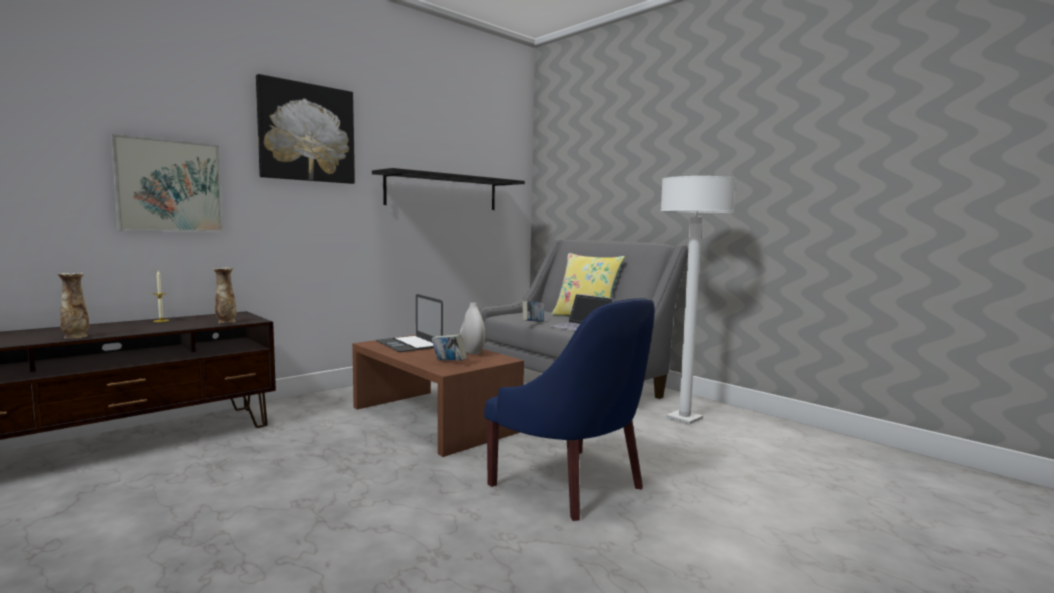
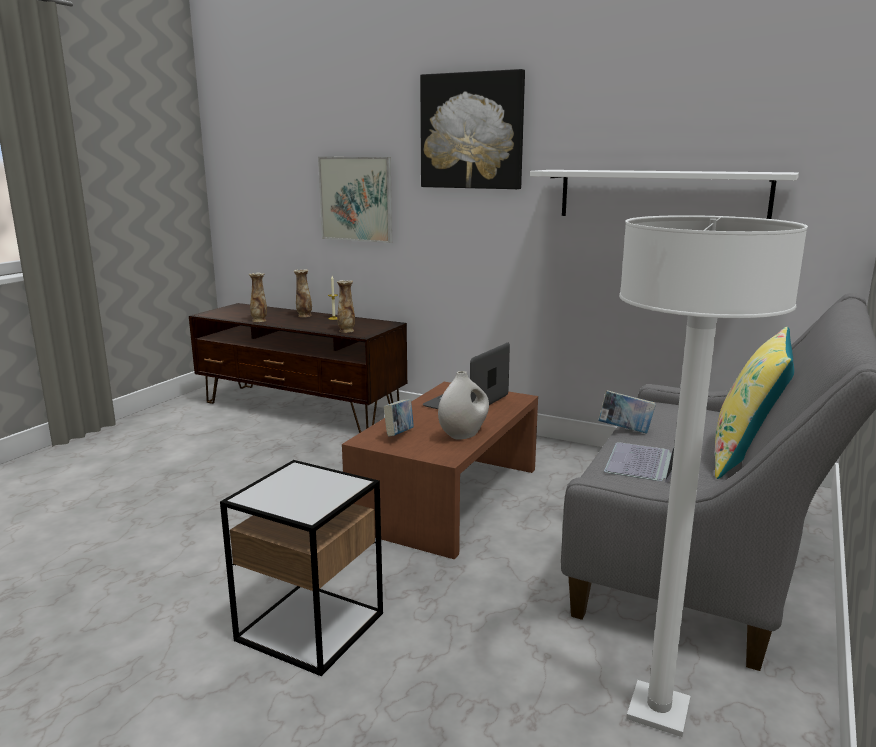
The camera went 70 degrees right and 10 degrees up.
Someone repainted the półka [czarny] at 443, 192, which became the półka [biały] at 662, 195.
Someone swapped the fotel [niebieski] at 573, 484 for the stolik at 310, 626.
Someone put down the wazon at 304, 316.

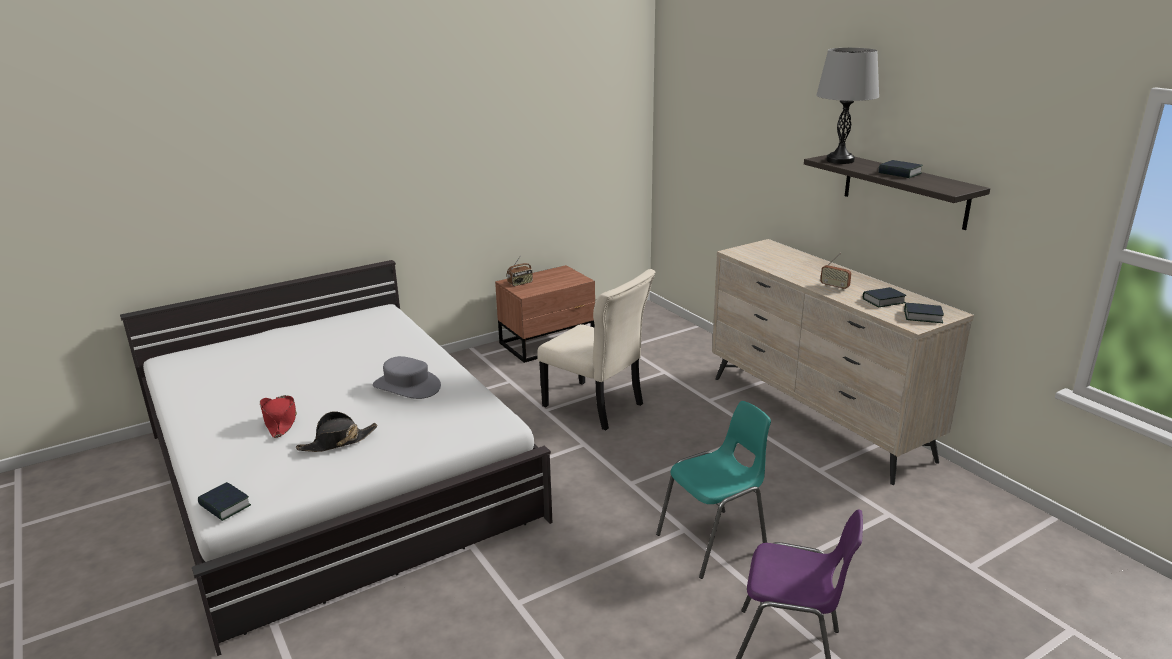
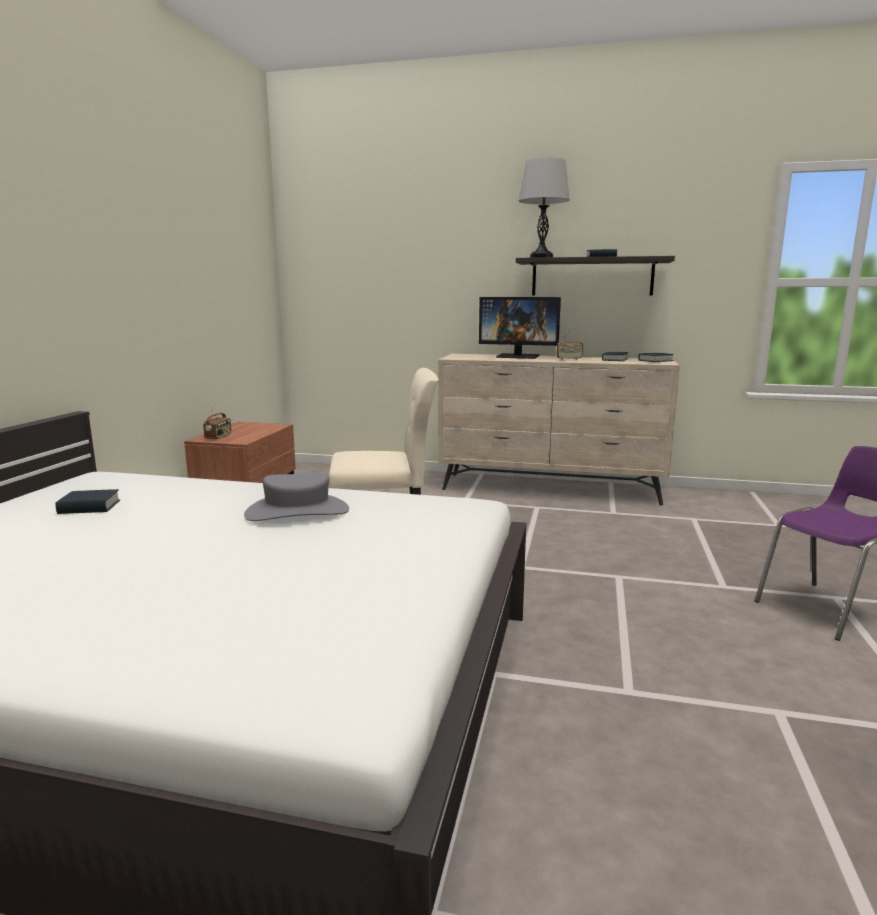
The camera went 45 degrees left and 10 degrees down.
Someone took away the kapelusz [czerwony] at 280, 421.
Someone took away the krzesło [turkusowy] at 714, 542.
Someone took away the kapelusz [czarny] at 338, 442.
Someone carried the książka from 225, 506 to 89, 507.
Someone put down the monitor at 518, 356.

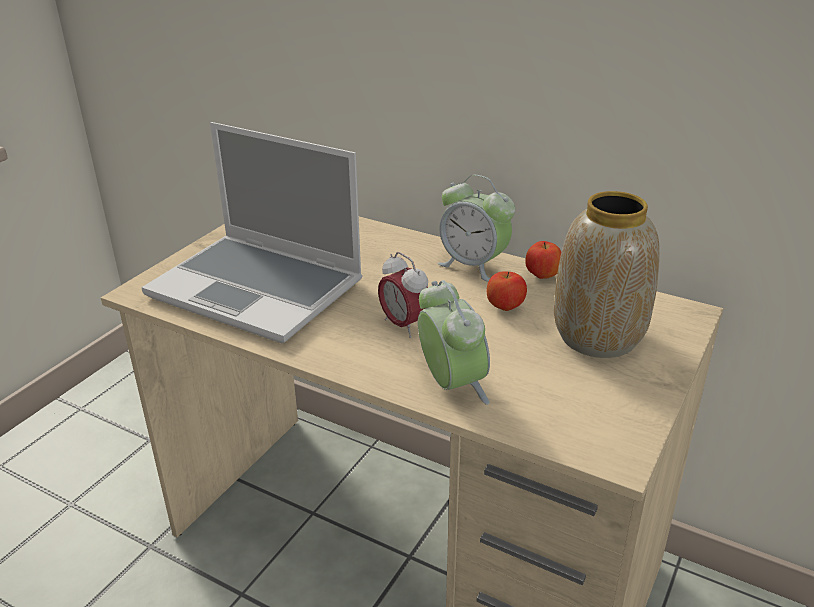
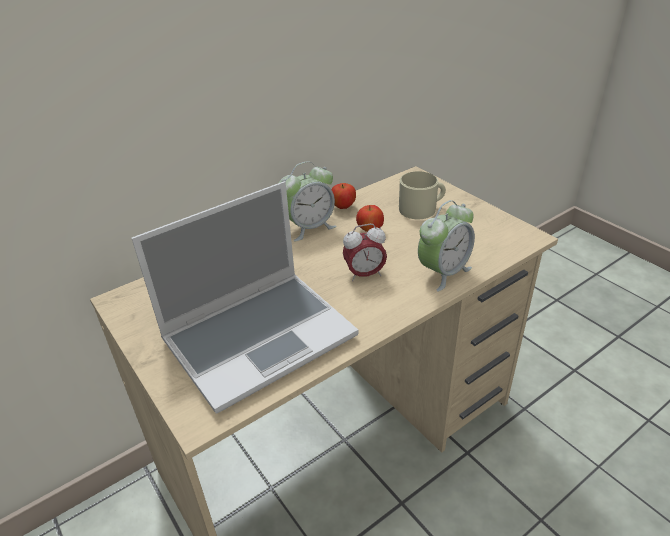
The camera went 65 degrees left and 5 degrees up.
Someone swapped the wazon at 599, 337 for the kubek [beżowy] at 422, 208.
Someone rotated the budzik at 451, 385 by 135 degrees clockwise.

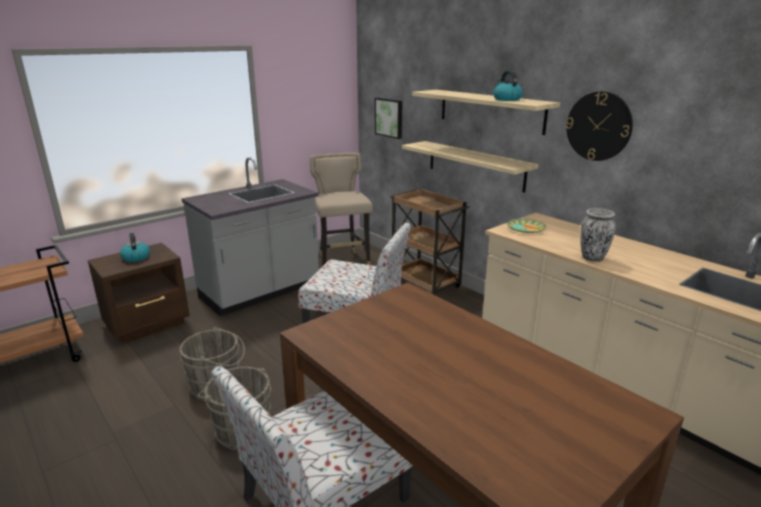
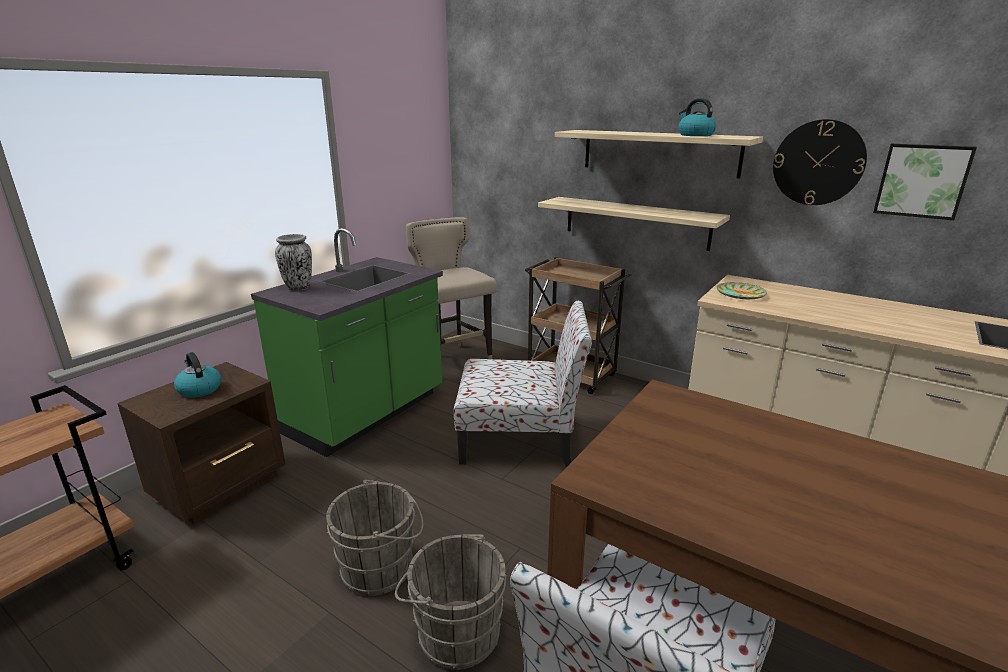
The camera went 15 degrees left and 0 degrees up.
Someone carried the obraz from 389, 117 to 922, 180.
Someone repainted the zabudowa kuchenna [szary] at 260, 292, which became the zabudowa kuchenna [zielony] at 367, 414.
Someone carried the wazon from 592, 258 to 298, 288.

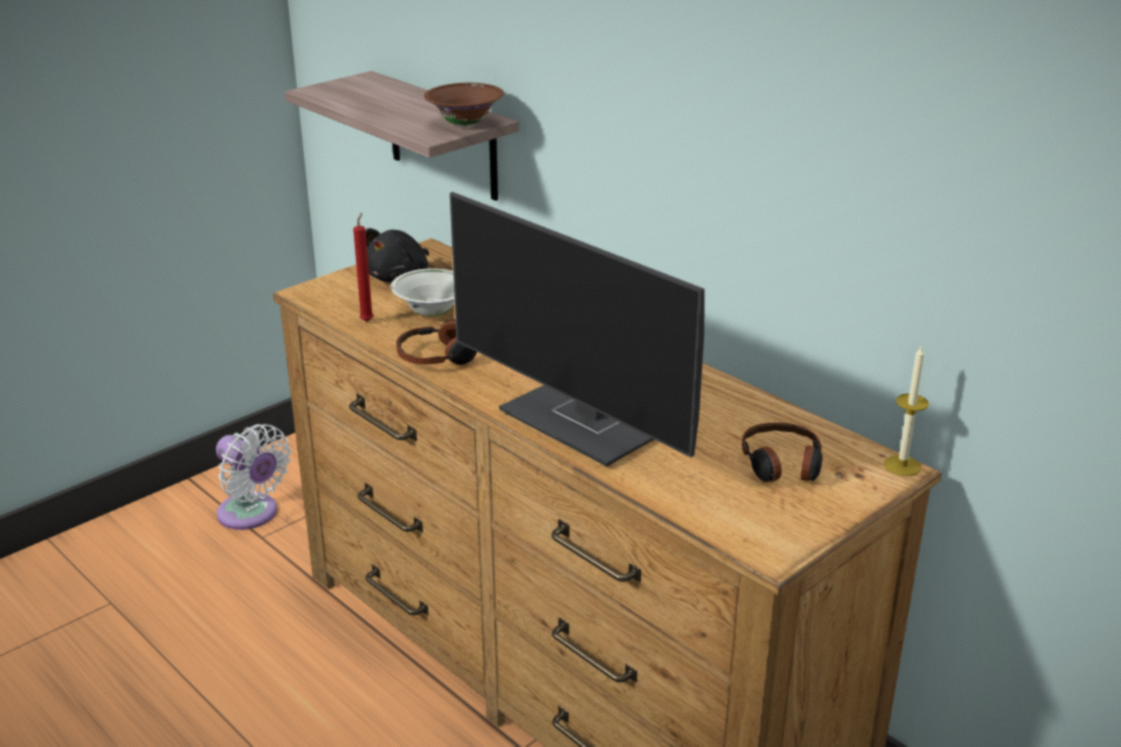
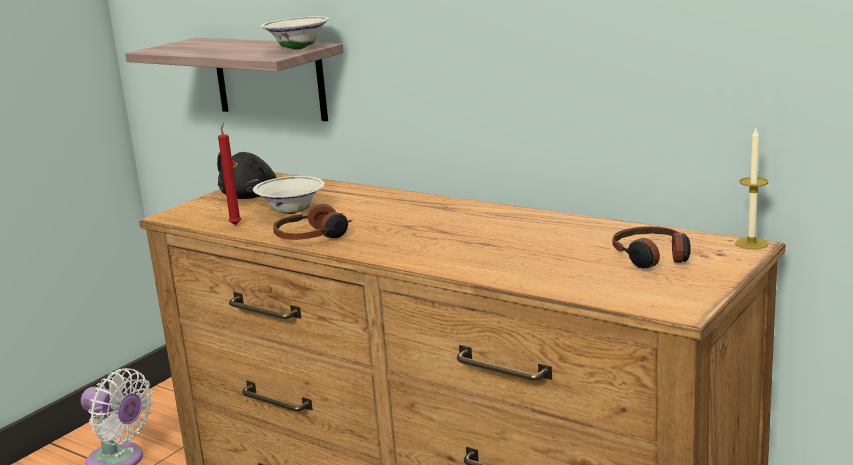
The camera went 10 degrees left and 10 degrees down.
Someone repainted the miska [brązowy] at 465, 124, which became the miska [biały] at 298, 48.
Someone took away the monitor at 587, 423.

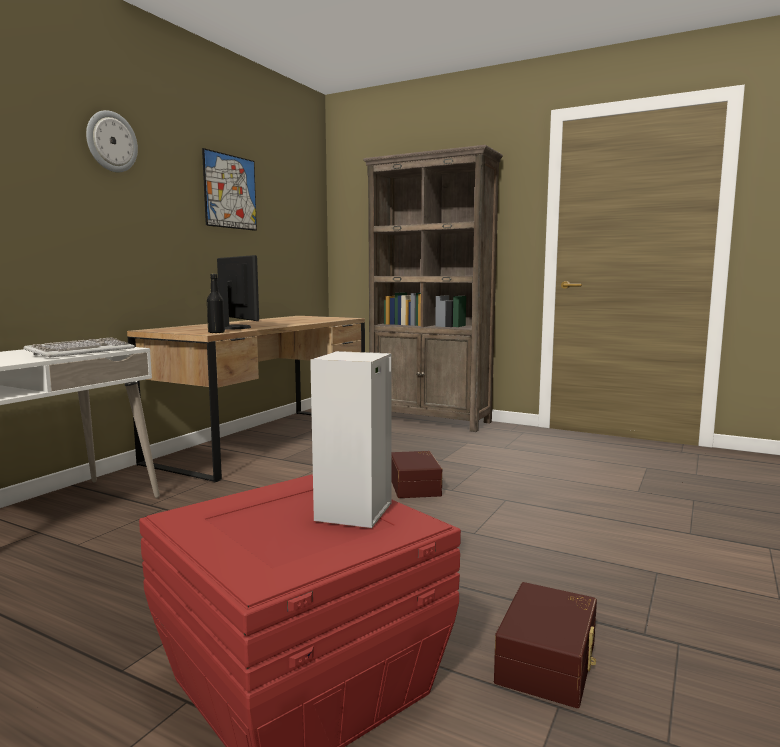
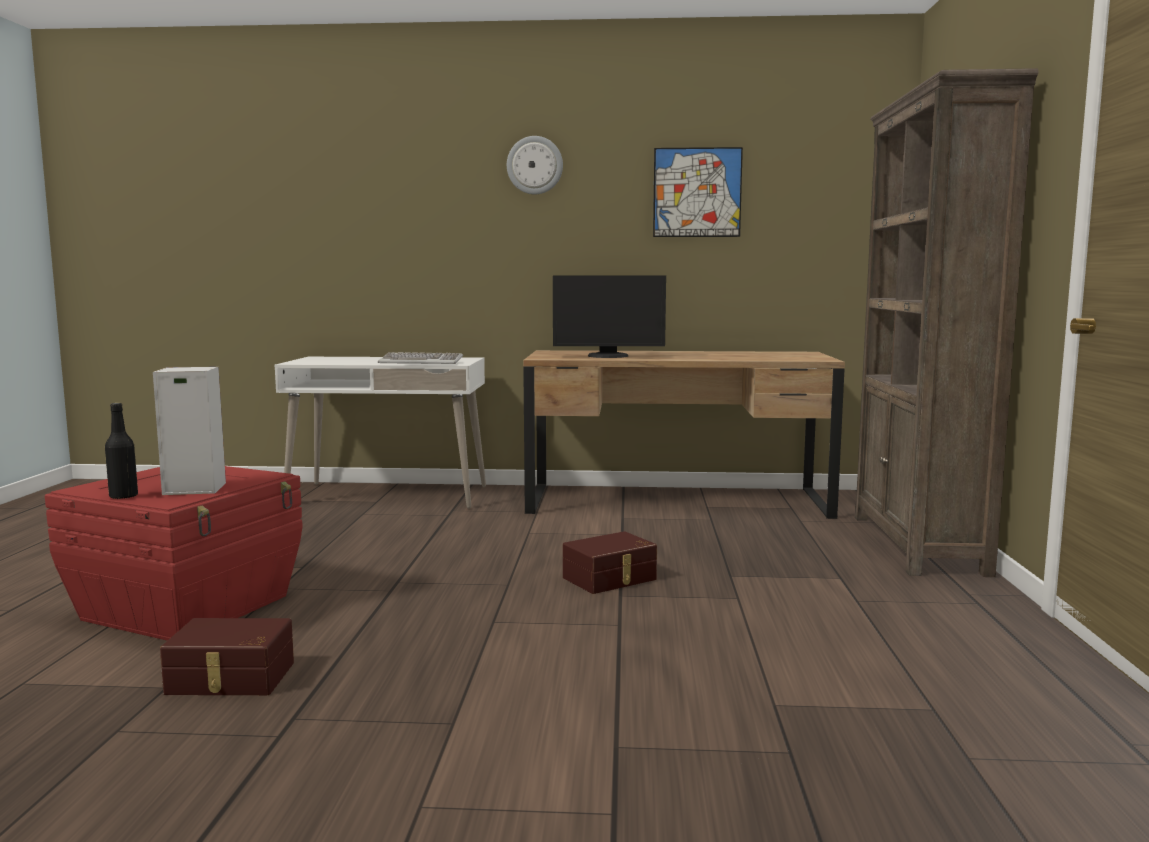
The camera went 65 degrees right and 0 degrees up.
Someone rotated the monitor at 234, 328 by 60 degrees clockwise.
Someone carried the butelka [czarny] from 216, 333 to 123, 496.

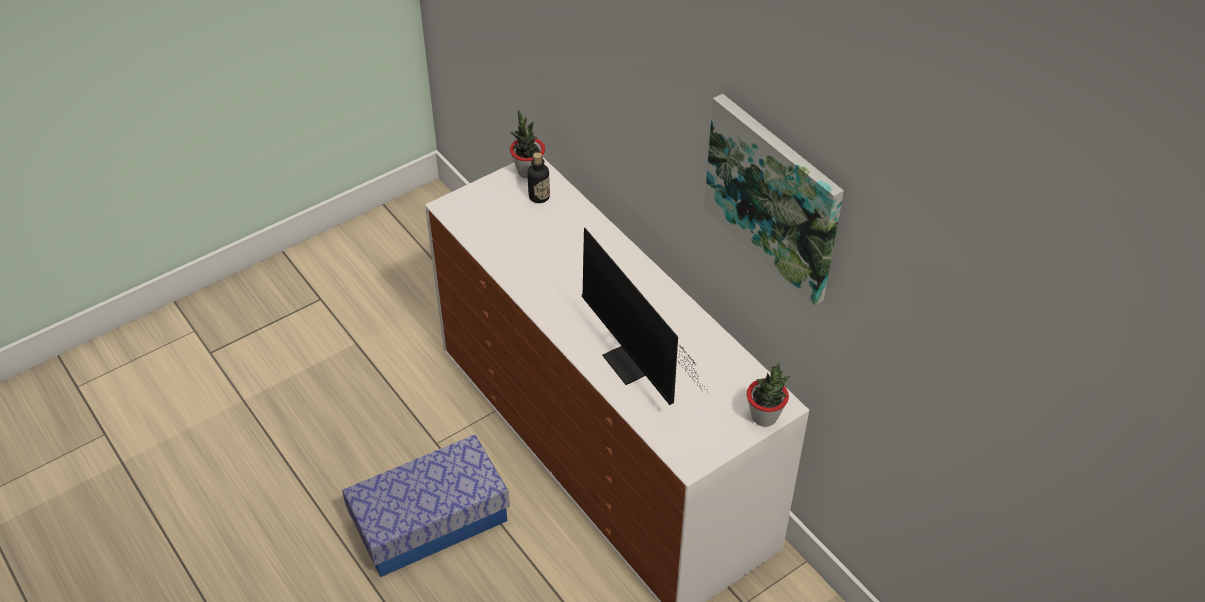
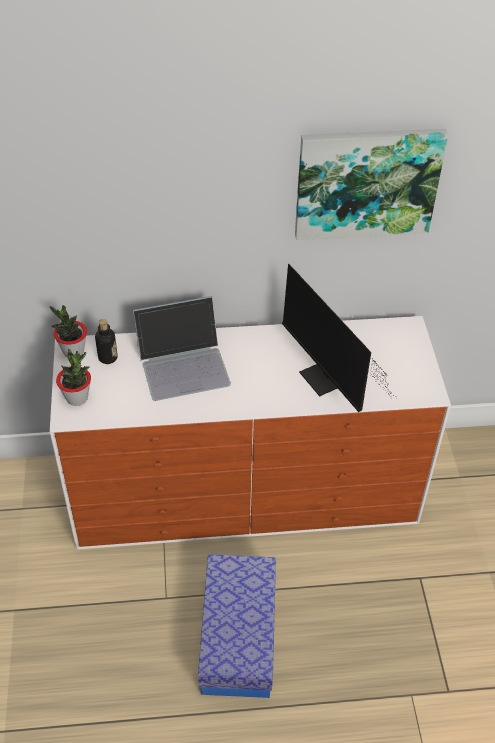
The camera went 60 degrees left and 0 degrees up.
Someone rotated the monitor at 635, 368 by 60 degrees clockwise.
Someone carried the roślina doniczkowa from 764, 416 to 77, 398.
Someone put down the laptop at 183, 364.

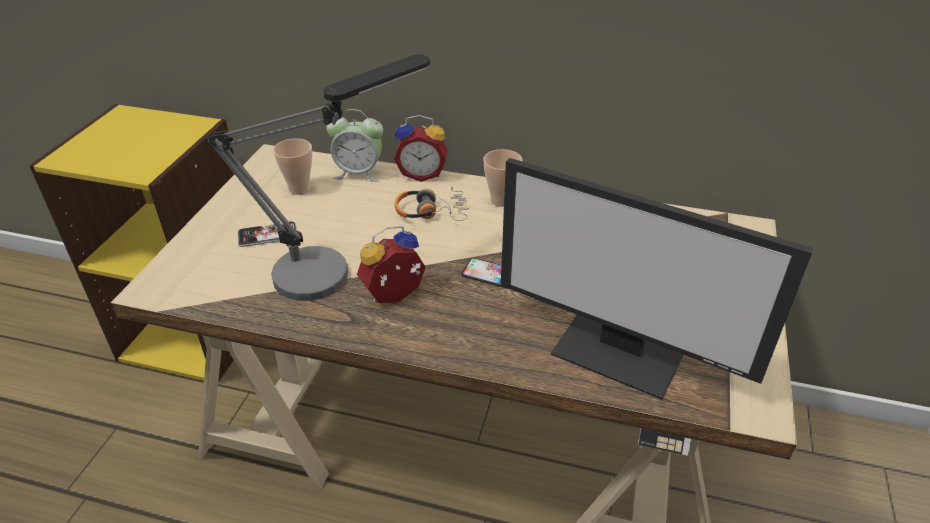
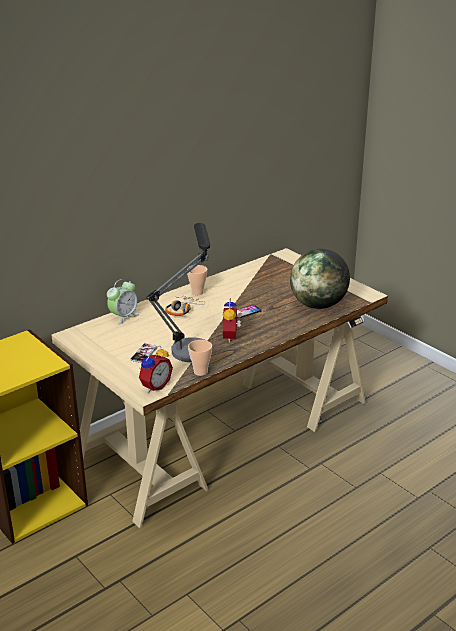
The camera went 55 degrees left and 10 degrees down.
Someone carried the budzik from 422, 174 to 154, 386.
Someone carried the filiżanka from 299, 189 to 200, 372.
Someone swapped the monitor at 620, 352 for the globus at 318, 305.

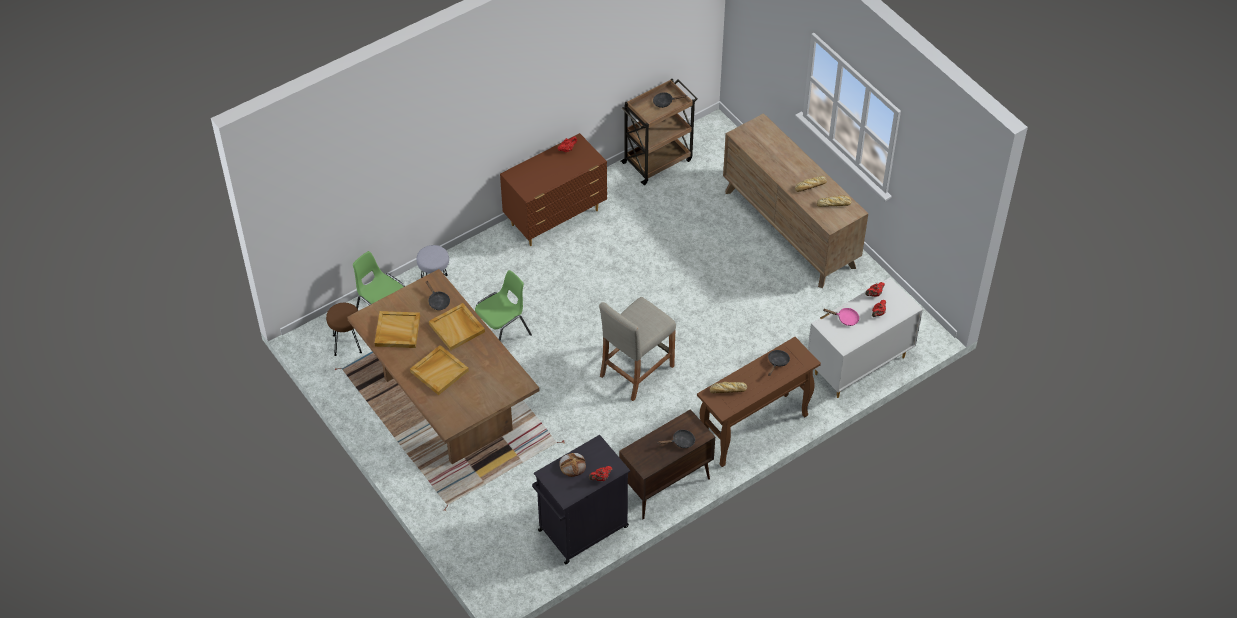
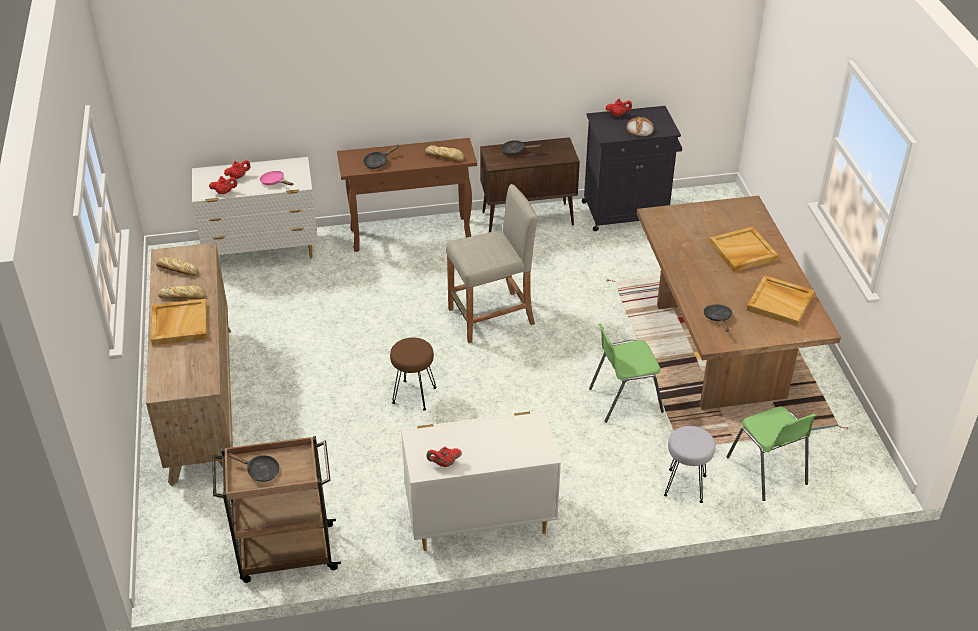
The camera went 155 degrees left and 10 degrees down.
Someone repainted the komoda [brązowy] at 556, 218, which became the komoda [biały] at 479, 521.
Someone carried the stołek [brązowy] from 348, 343 to 413, 395.
Someone carried the taca [beżowy] from 457, 328 to 179, 324.

